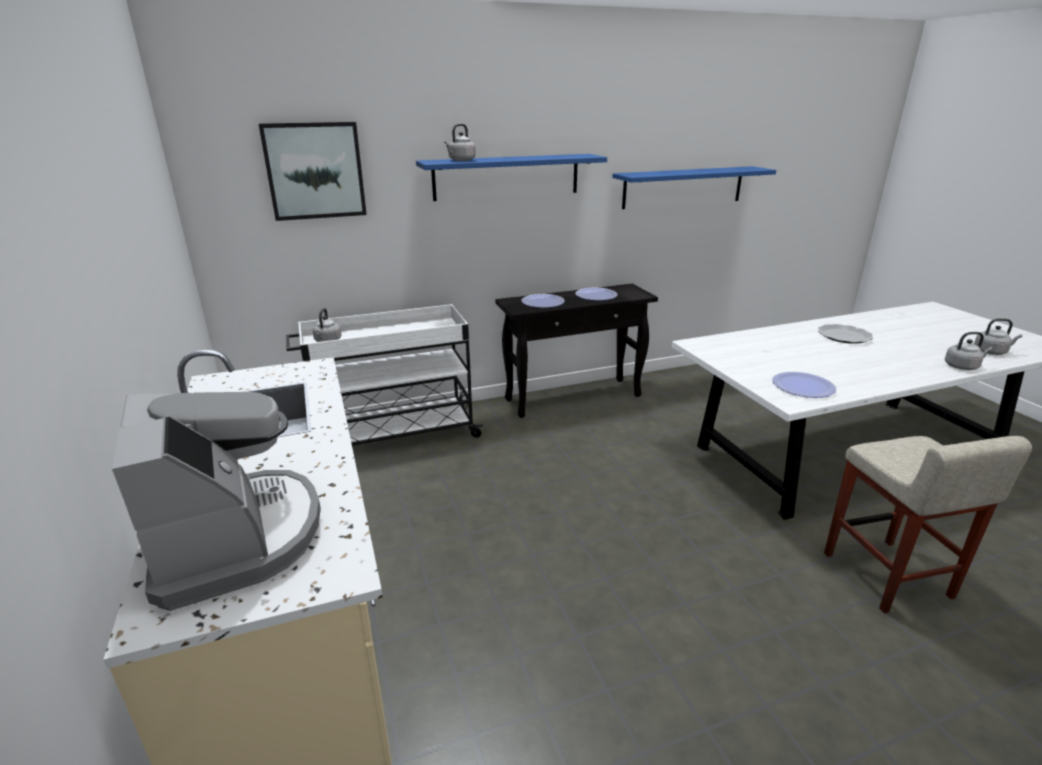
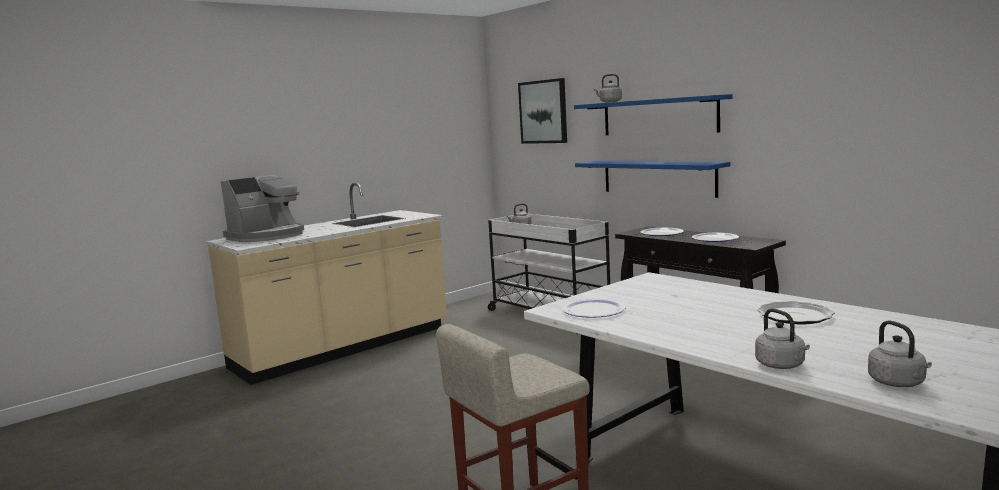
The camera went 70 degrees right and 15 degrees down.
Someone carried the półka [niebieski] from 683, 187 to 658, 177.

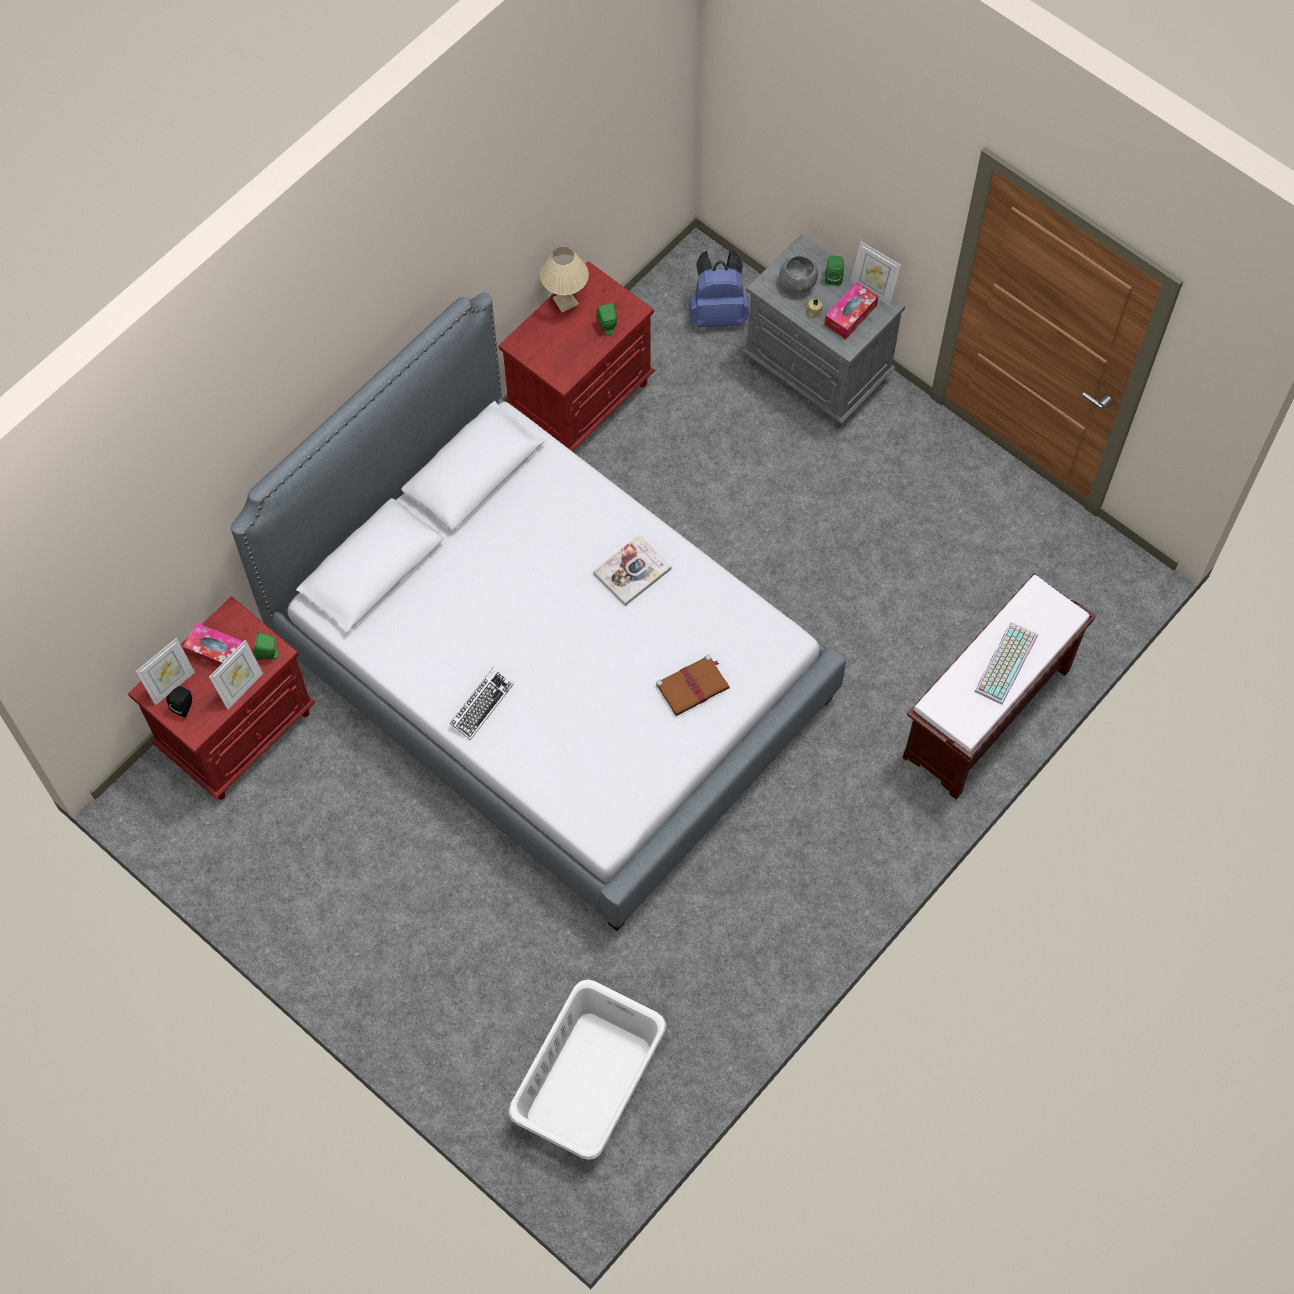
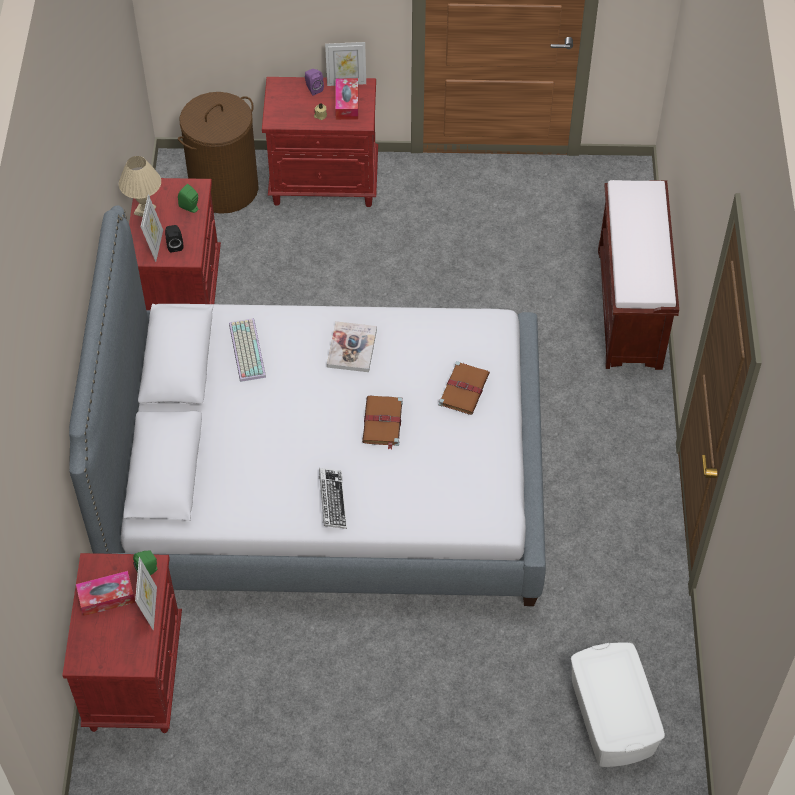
The camera went 40 degrees left and 10 degrees down.
Someone repainted the szafka nocna [szary] at 818, 372, which became the szafka nocna [czerwony] at 325, 182.
Someone swapped the plecak [niebieski] at 718, 313 for the kosz na pranie [brązowy] at 224, 188.
Someone took away the miska [szary] at 797, 284.
Someone repainted the głośnik [zielony] at 833, 277, which became the głośnik [fioletowy] at 313, 89.
Someone carried the klawiatura from 1005, 661 to 245, 349.
Someone carried the ramka na zdjęcie from 171, 685 to 155, 245.
Someone carried the głośnik [czarny] from 184, 706 to 174, 245.
Someone swapped the kosz na pranie [biały] at 587, 1082 for the pojemnik do przechowywania [biały] at 611, 717.
Someone put down the książka [brązowy] at 382, 423.

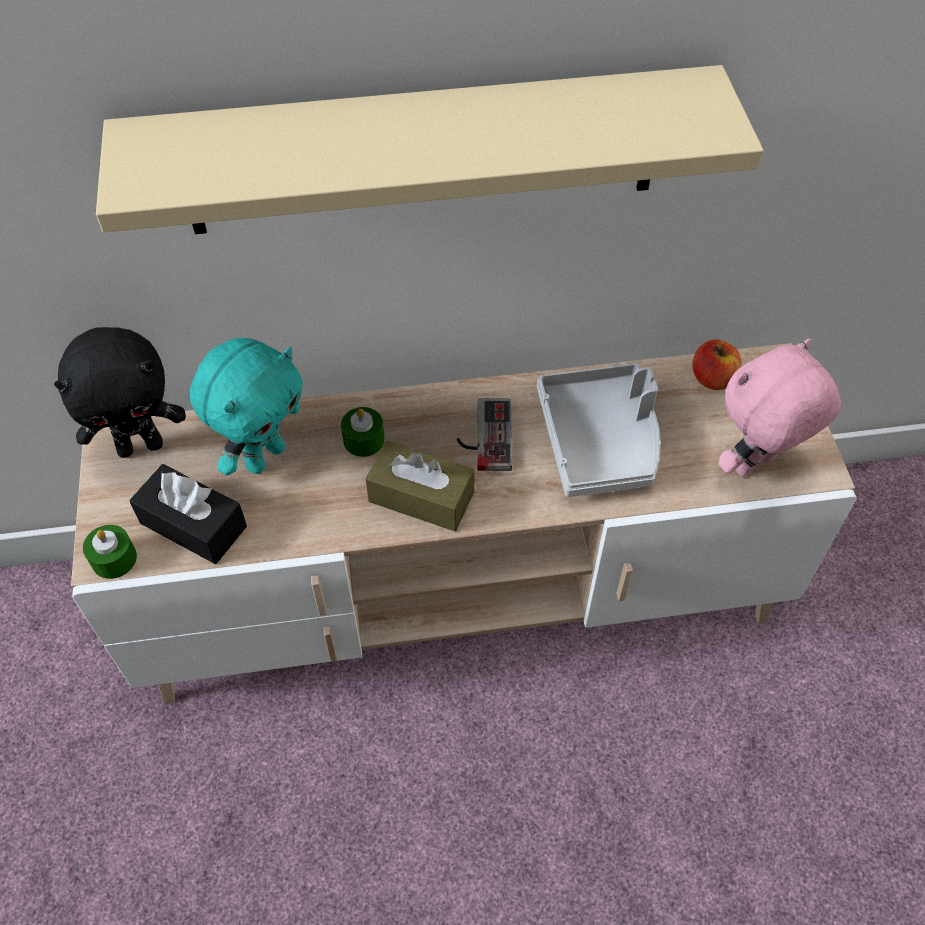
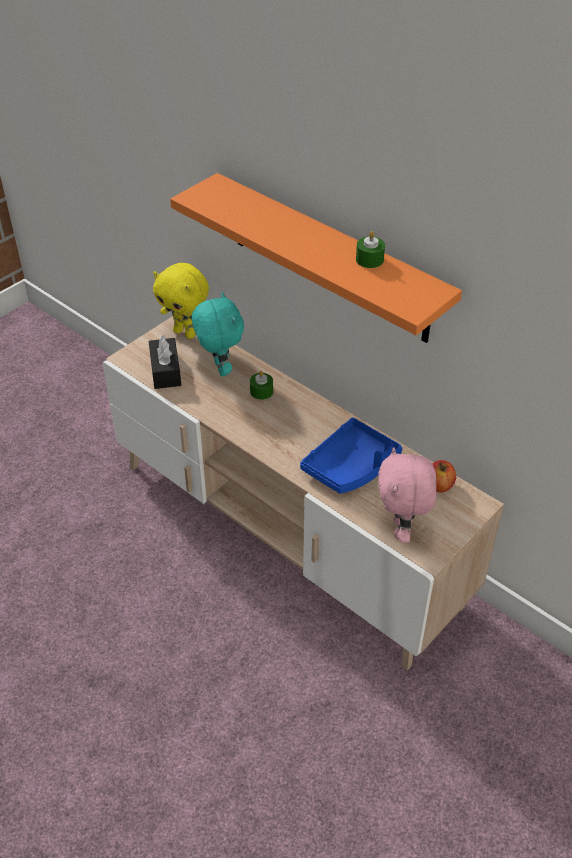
The camera went 50 degrees right and 10 degrees down.
Someone repainted the półka [beżowy] at 423, 153, which became the półka [pomarańczowy] at 329, 258.
Someone repainted the pluszak [czarny] at 141, 445, which became the pluszak [żółty] at 185, 333.
Someone rotated the pluszak [turkusowy] at 264, 456 by 105 degrees counterclockwise.
Someone rotated the pluszak [różowy] at 755, 466 by 105 degrees counterclockwise.
Someone repainted the taca [szary] at 600, 440, which became the taca [niebieski] at 351, 466.
Someone took away the pad do gier at 483, 436.
Someone took away the pudełko chusteczek [brązowy] at 421, 497.
Someone carried the świeca [zielony] from 114, 559 to 369, 260.

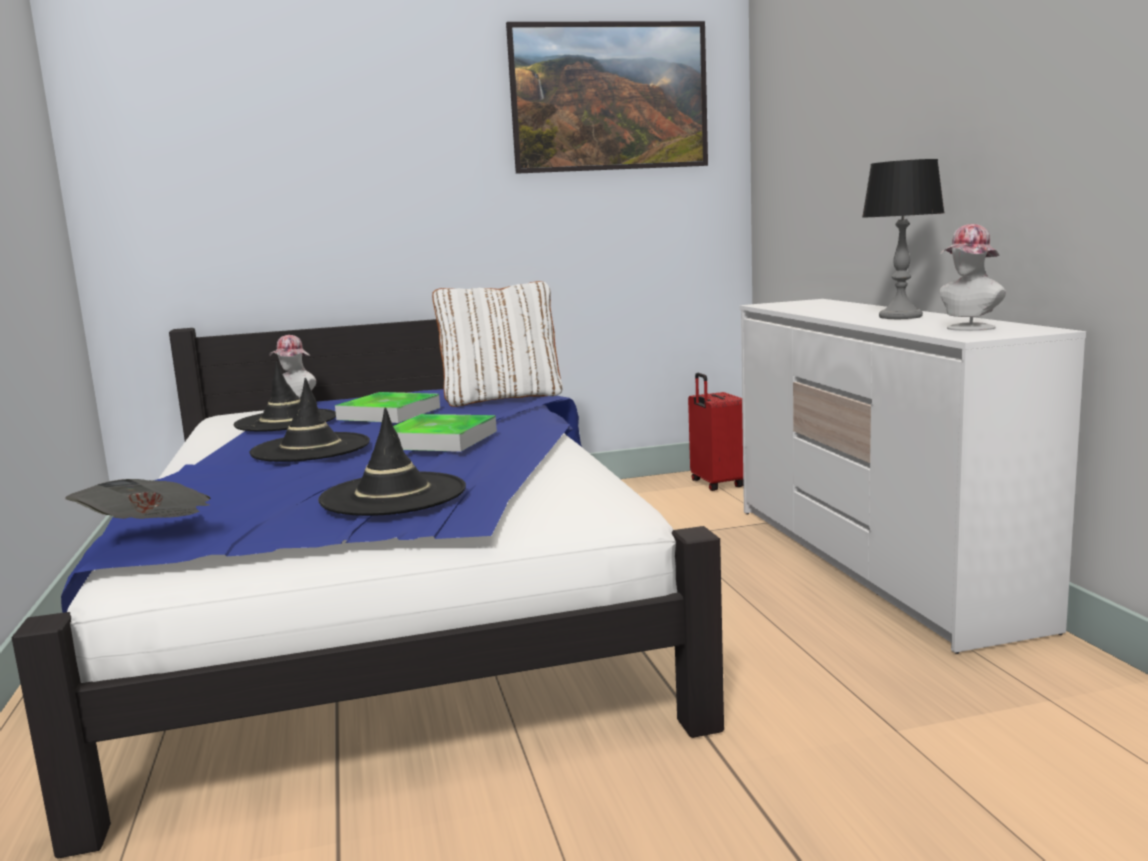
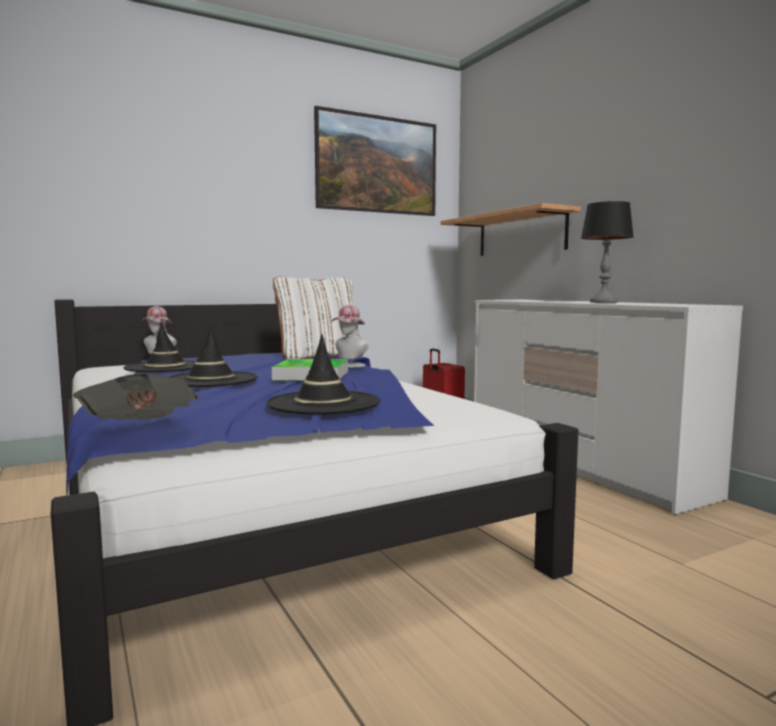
The camera went 15 degrees left and 5 degrees down.
Someone carried the kapelusz from 967, 328 to 349, 366.
Someone took away the taca at 389, 413.
Someone put up the półka at 521, 234.

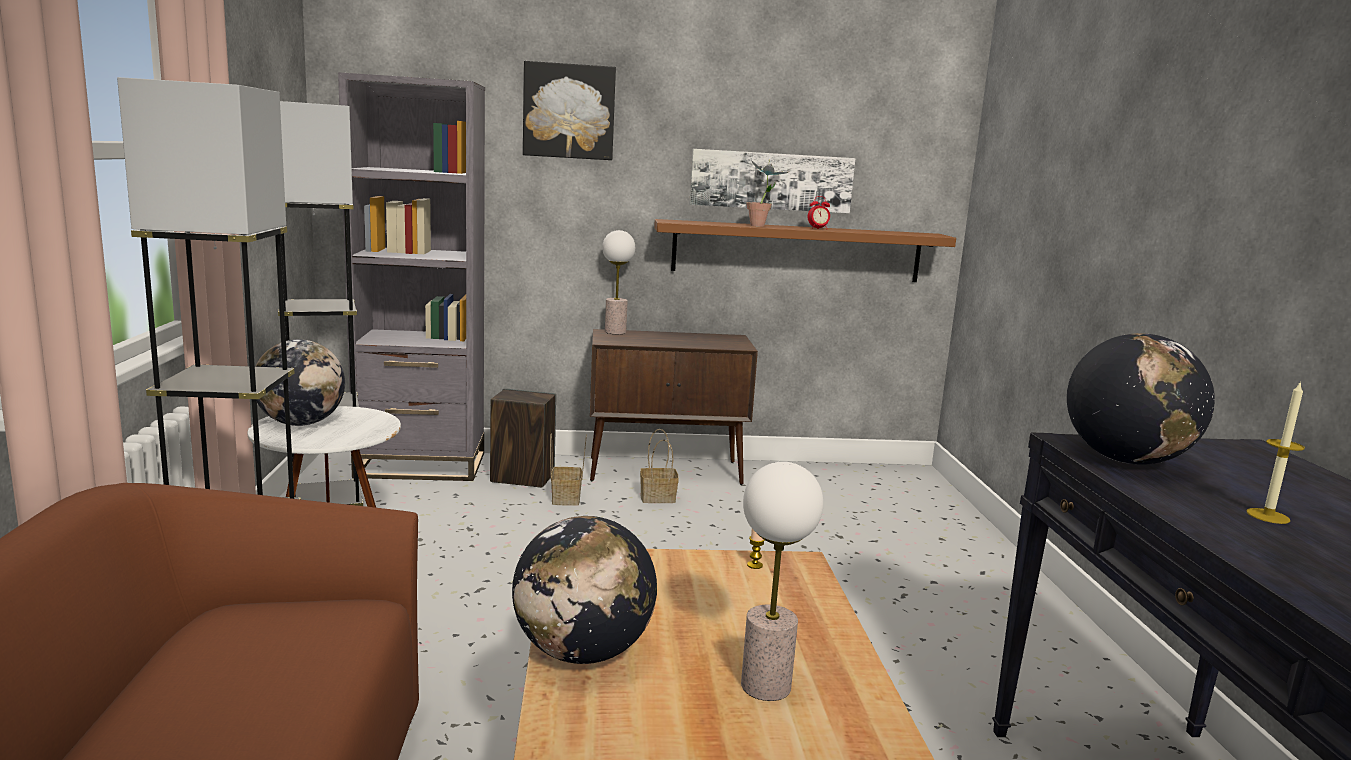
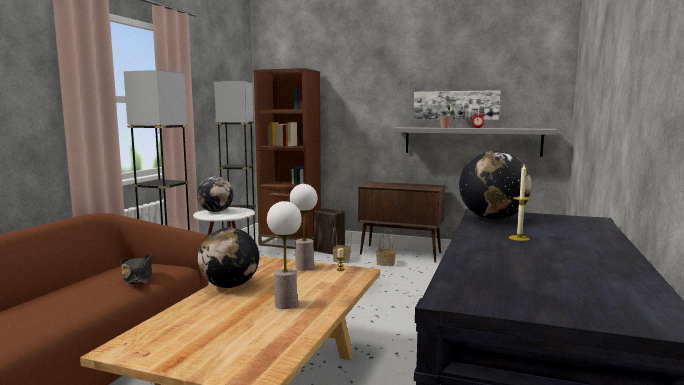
The camera went 25 degrees right and 5 degrees down.
Someone took away the obraz at 569, 111.
Someone repainted the regał [szary] at 421, 465, which became the regał [brązowy] at 290, 243.
Someone repainted the półka [brązowy] at 797, 251, which became the półka [szary] at 471, 141.
Someone carried the lampa stołowa from 615, 332 to 304, 267.
Someone put down the kapelusz [czarny] at 137, 277.

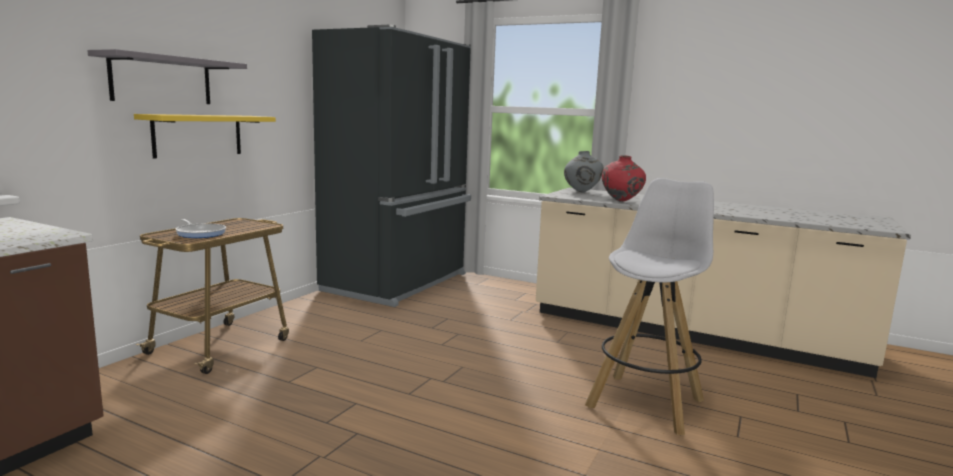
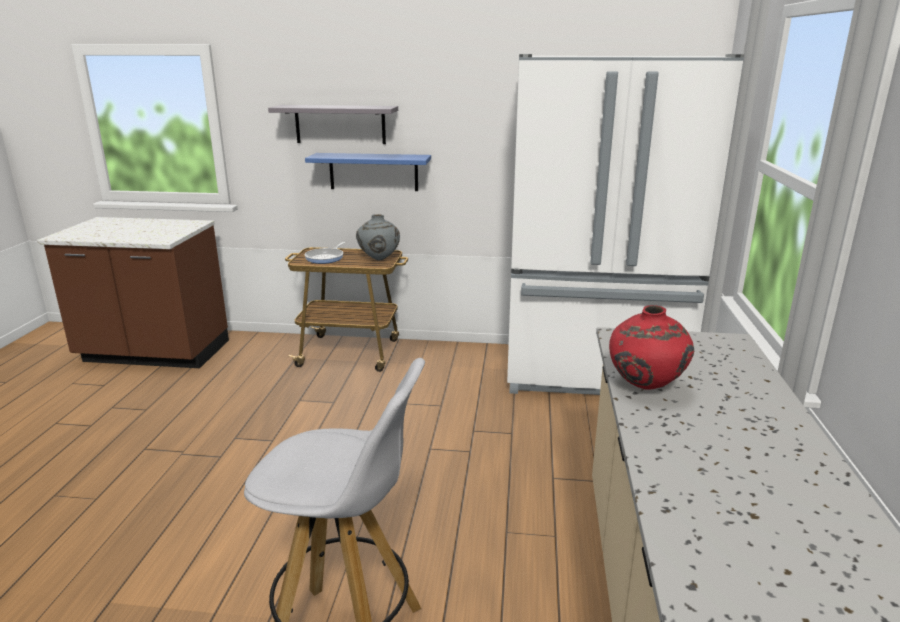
The camera went 70 degrees right and 10 degrees up.
Someone repainted the lodówka [czarny] at 399, 283, which became the lodówka [biały] at 595, 374.
Someone repainted the półka [żółty] at 198, 135, which became the półka [niebieski] at 373, 172.
Someone carried the wazon [szary] from 581, 192 to 378, 260.

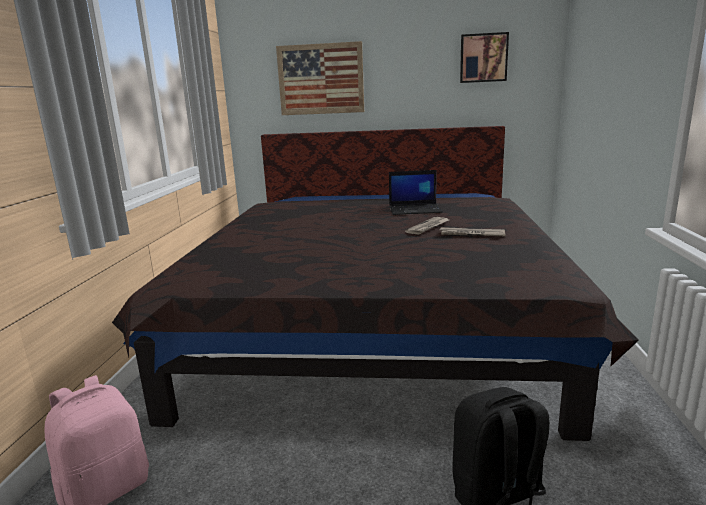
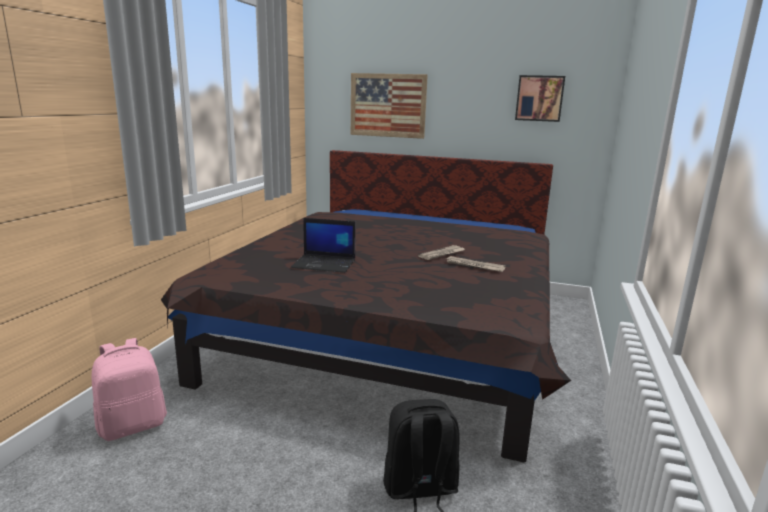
The camera went 10 degrees right and 0 degrees up.
Someone carried the laptop from 415, 209 to 325, 264.

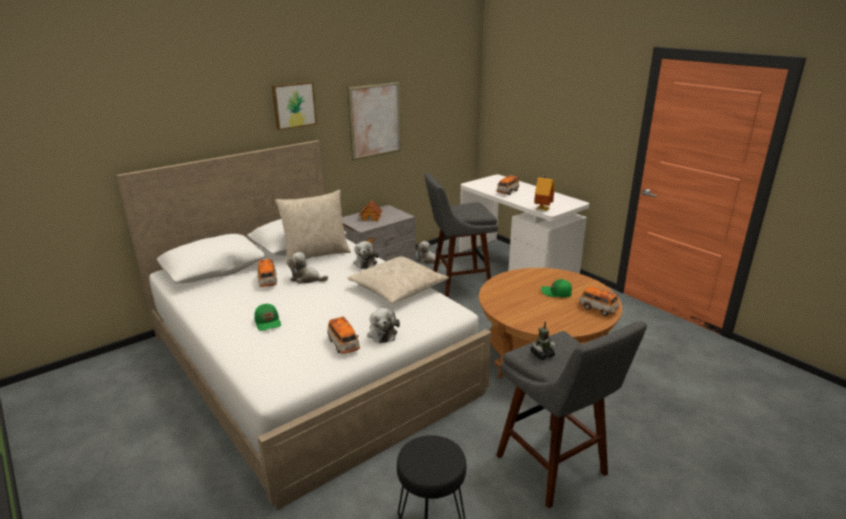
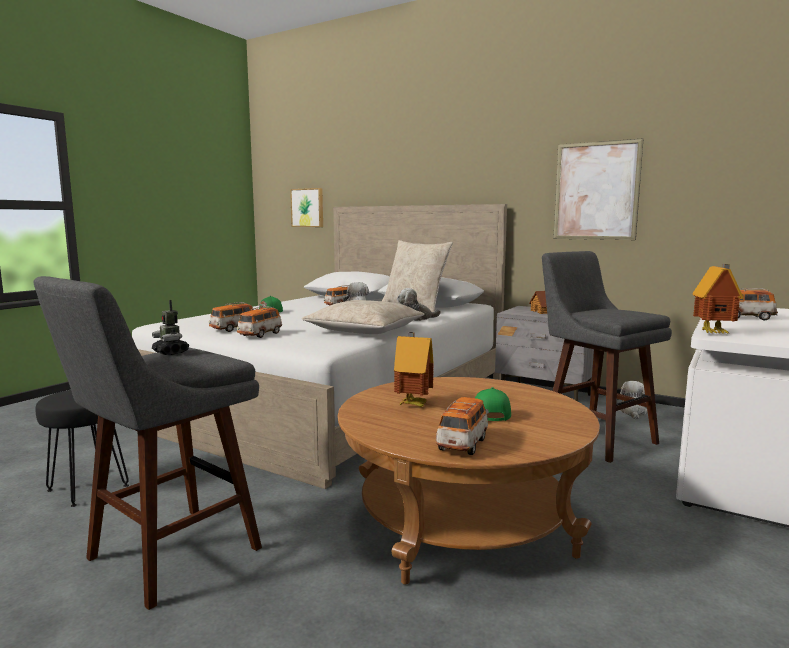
The camera went 70 degrees right and 15 degrees down.
Someone carried the obraz from 293, 105 to 308, 208.
Someone swapped the pluszak at 382, 333 for the samochodzik at 260, 335.
Someone put down the domek at 413, 404.

